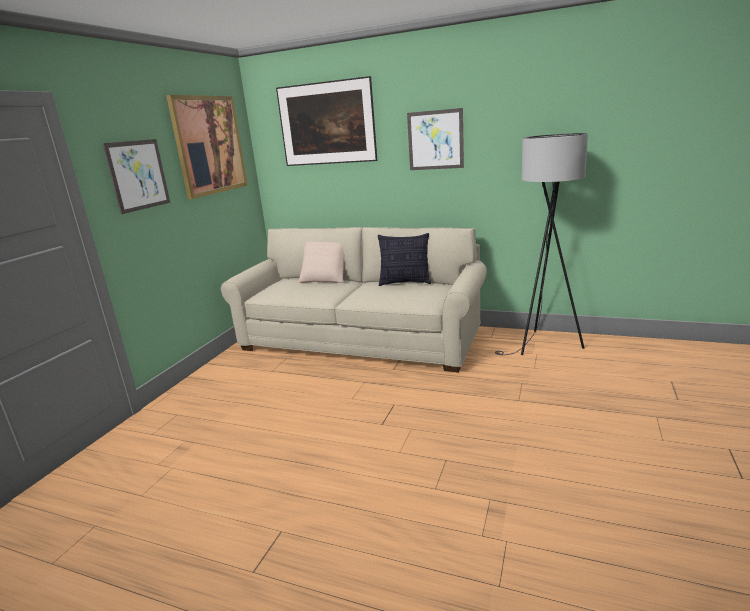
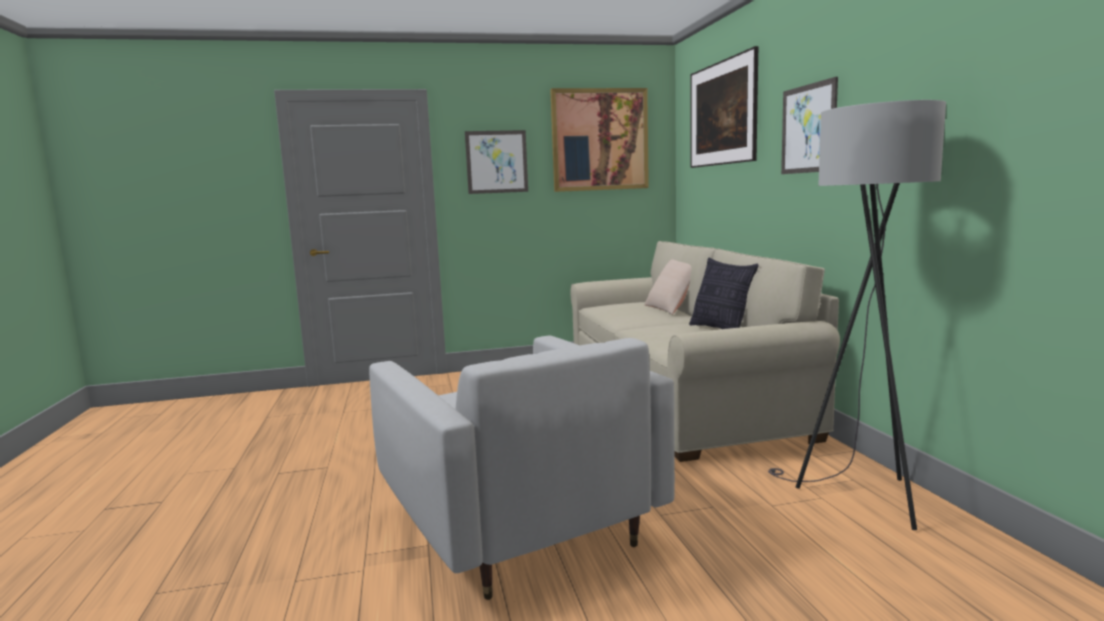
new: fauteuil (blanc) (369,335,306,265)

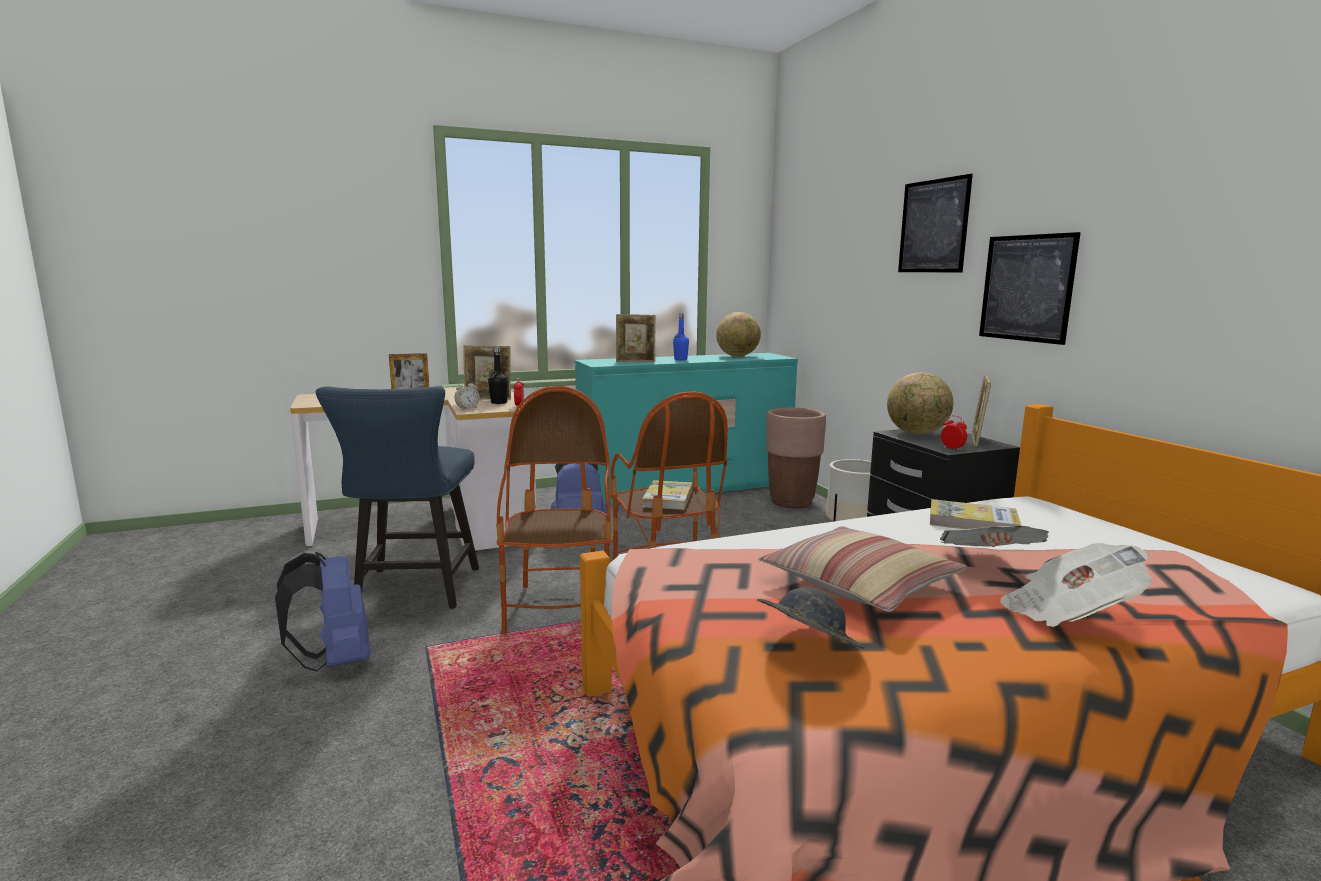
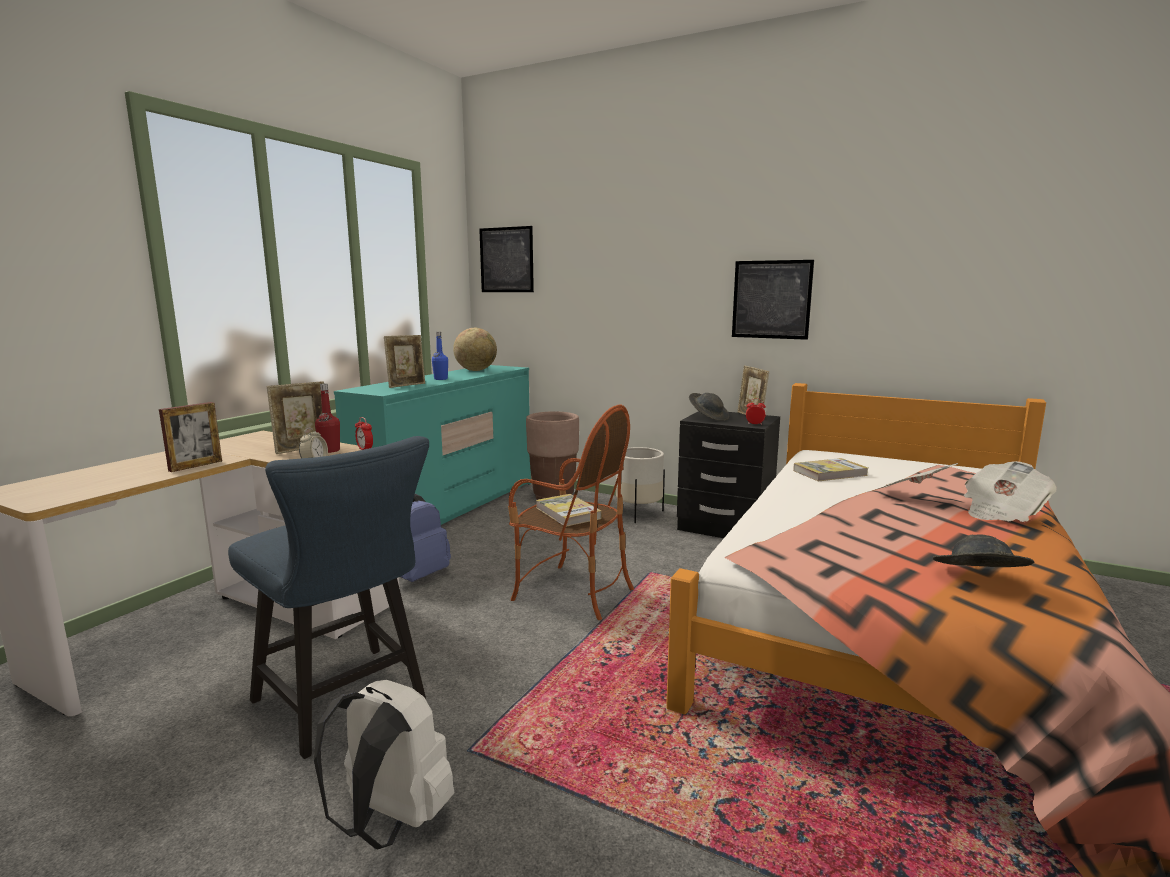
gone: fauteuil (496,386,117,249); coussin (758,526,210,86)
shifted: tableau (898,174,75,98) to (479,226,55,66)
swapped: globe (887,372,66,63) to chapeau (gris) (689,393,40,28)
repainted: sac à dos (bleu) (275,552,95,120) to sac à dos (blanc) (314,680,140,169); bouteille (noir) (488,347,20,57) to bouteille (rouge) (315,384,25,69)

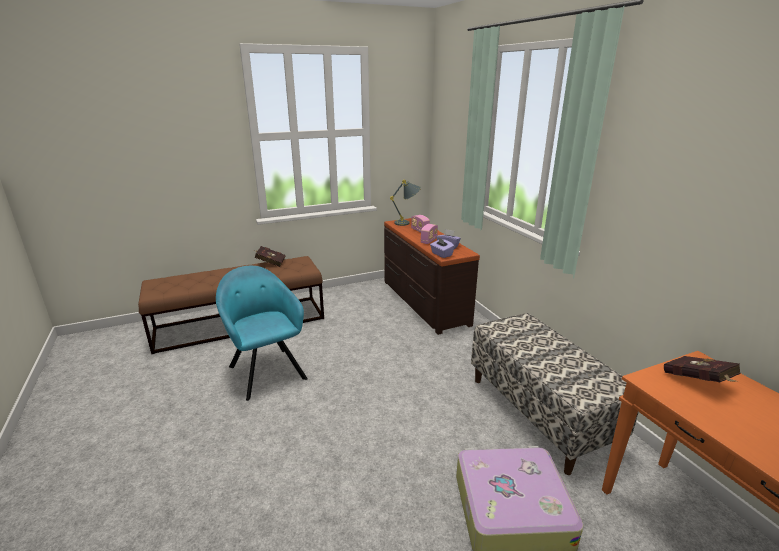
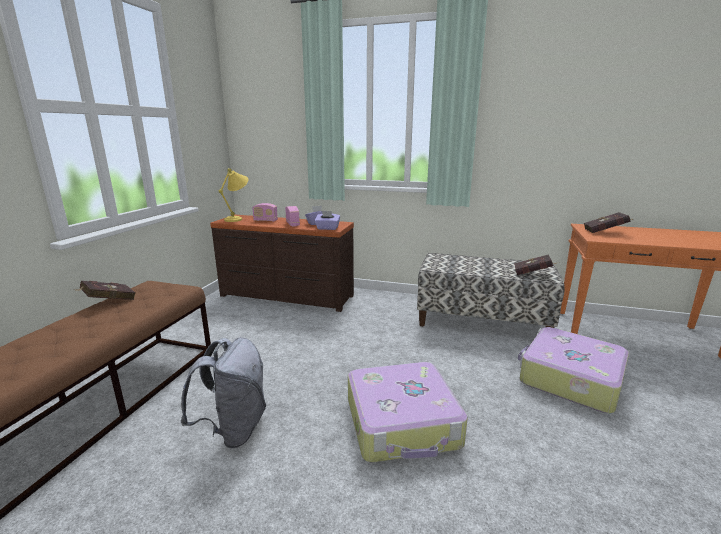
new: valise (348,362,120,101); livre (rouge) (514,254,43,21)
swapped: fauteuil (turquoise) (216,266,92,135) to sac à dos (gris) (181,337,85,111)
repainted: lampe de table (gris) (390,179,31,47) to lampe de table (jaune) (218,168,30,54)

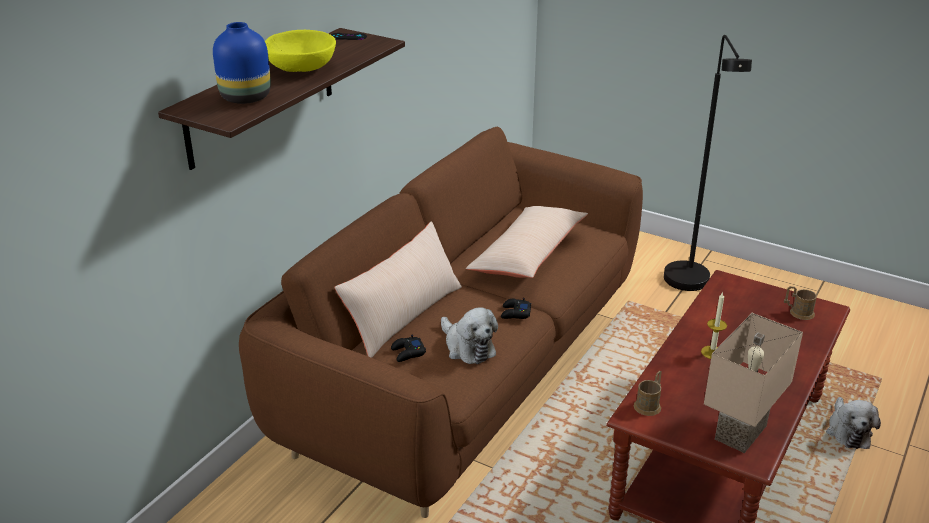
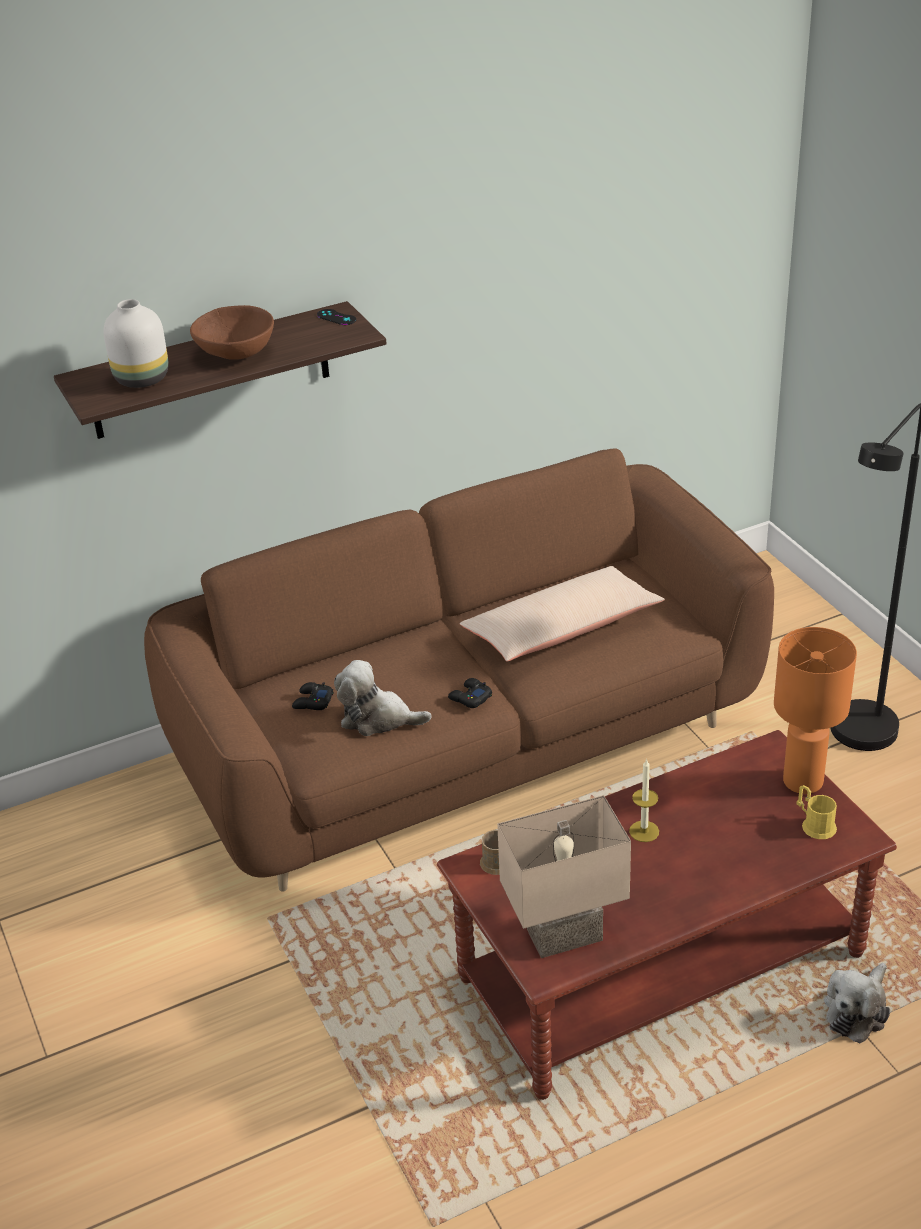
gone: coussin (beige) (334,221,128,137)
new: lampe de table (orange) (774,627,83,167)
repainted: vase (bleu) (213,22,58,82) to vase (blanc) (103,299,66,89); bol (jaune) (265,30,71,42) to bol (marron) (190,305,84,55); mug (marron) (784,286,33,34) to mug (jaune) (796,785,41,54)
rotated: peluche (441,307,57,57) = (334,660,98,76) 105 degrees clockwise

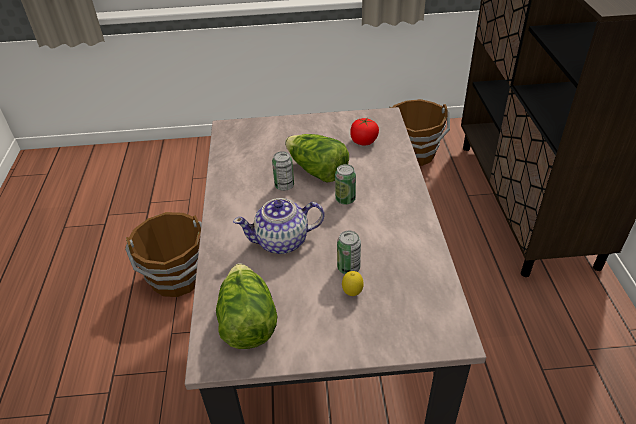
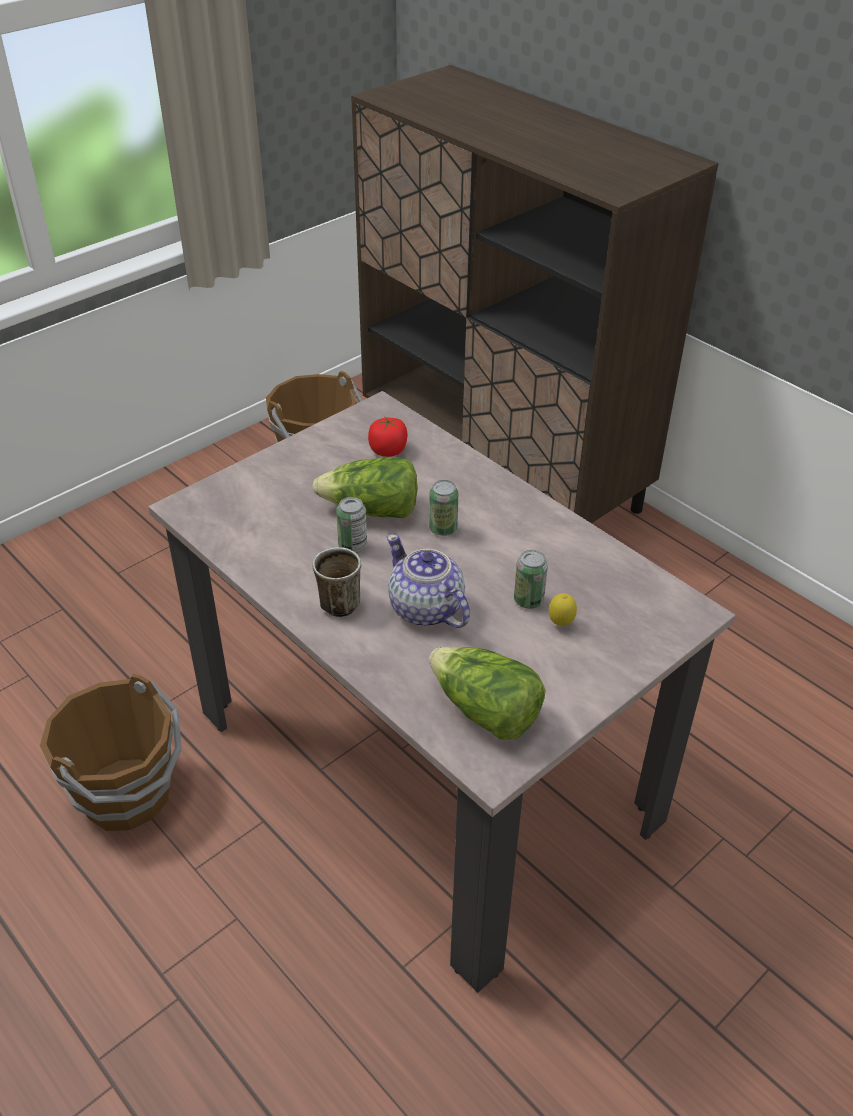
new: mug (313,547,48,70)
rotated: théière (233,198,91,56) = (387,534,83,94) 105 degrees clockwise

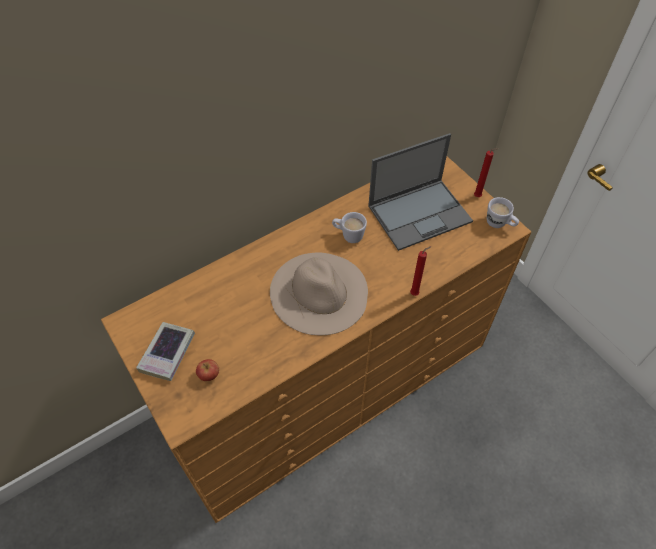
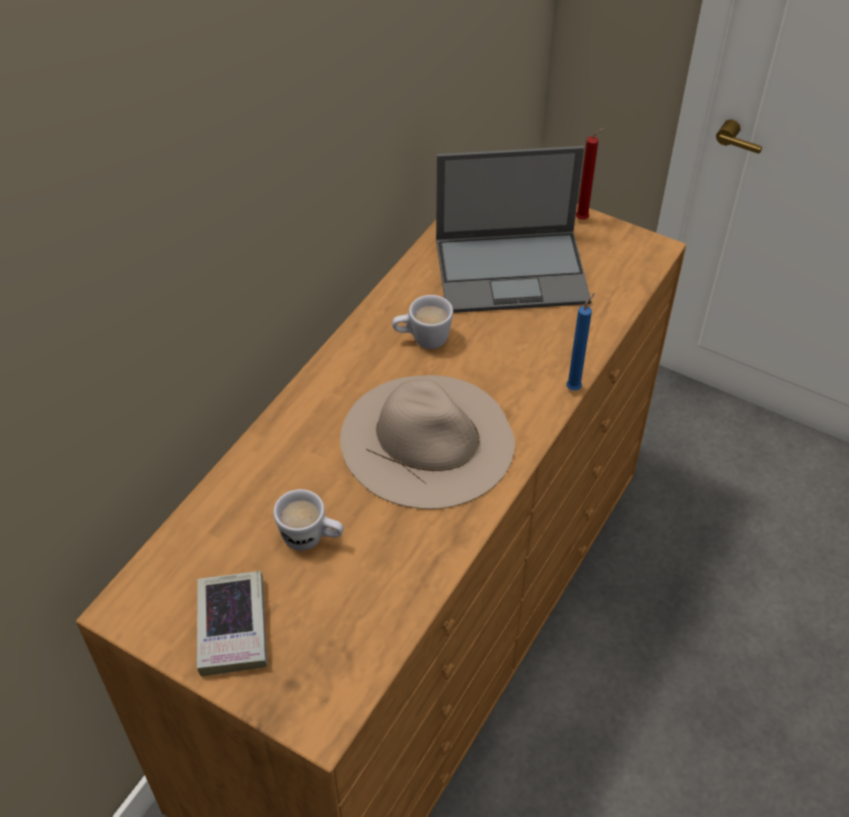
gone: pomme (196,359,23,22)
shifted: mug (blanc) (487,197,32,31) to (273,489,71,62)
repainted: bougie (rouge) (410,246,21,50) to bougie (bleu) (566,293,29,98)
rotated: ordinateur portable (368,133,105,118) = (436,146,155,167) 45 degrees clockwise

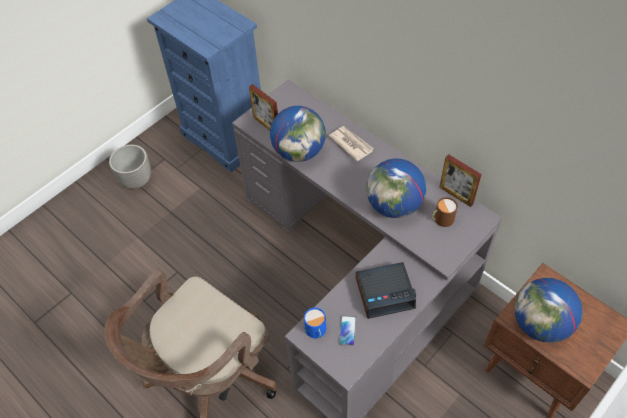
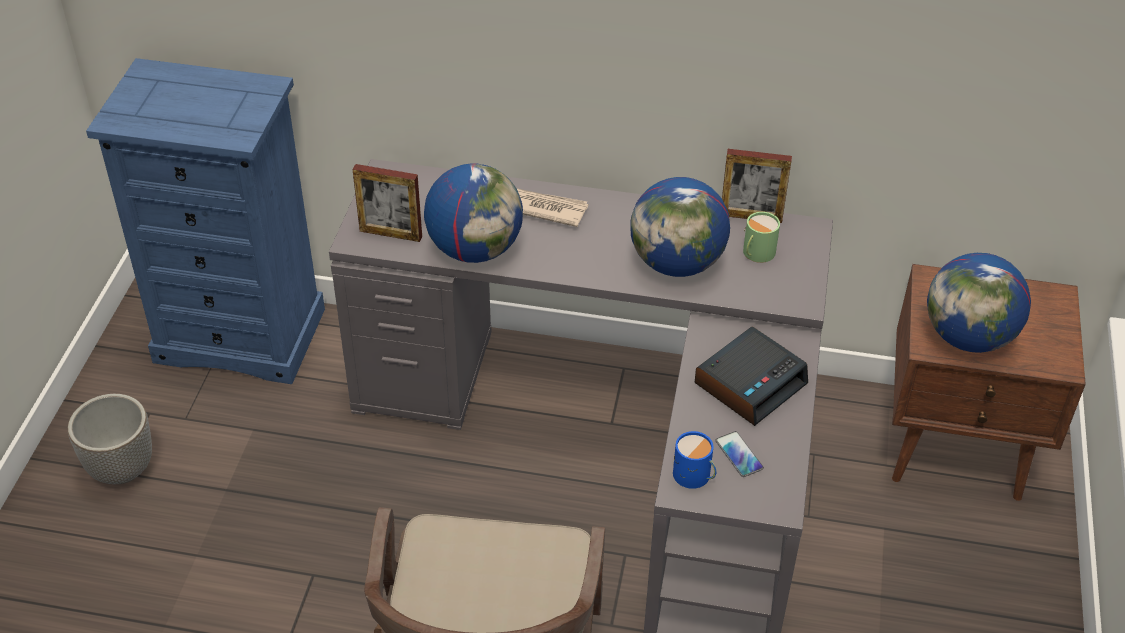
repainted: mug (marron) (432,197,26,30) to mug (vert) (743,212,37,51)

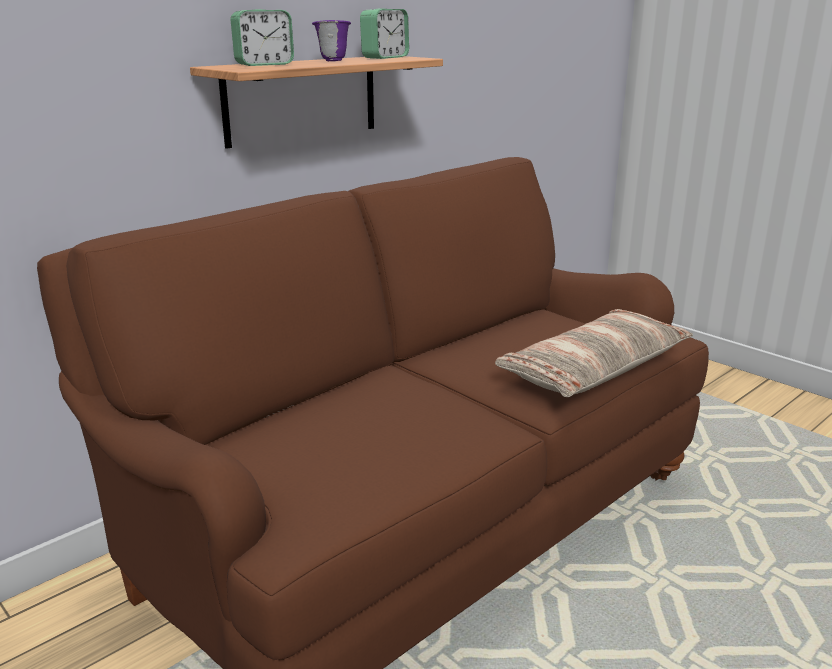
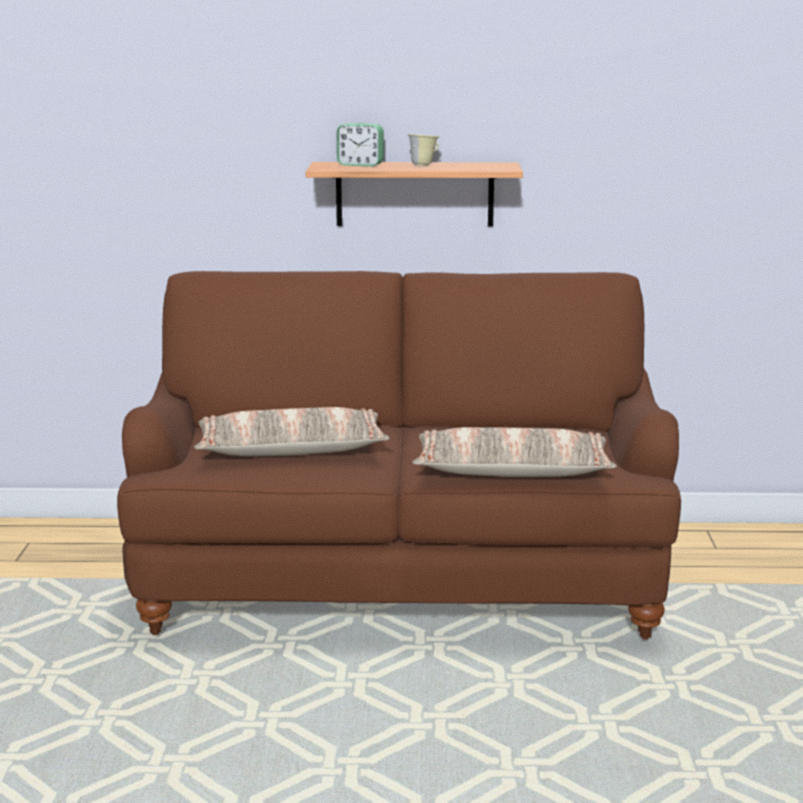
gone: réveil (360,8,49,51)
new: coussin (194,407,196,49)
repainted: mug (violet) (312,20,39,41) to mug (beige) (407,134,32,32)

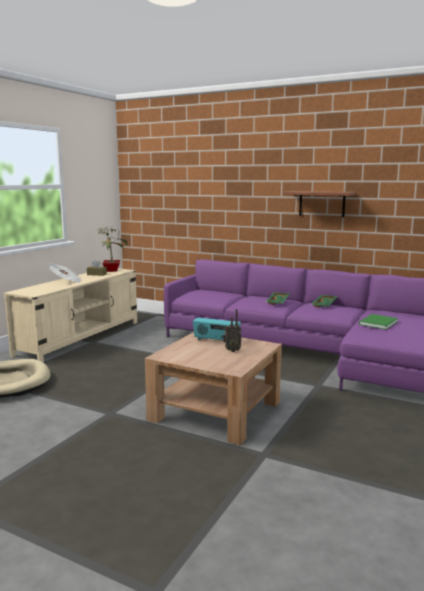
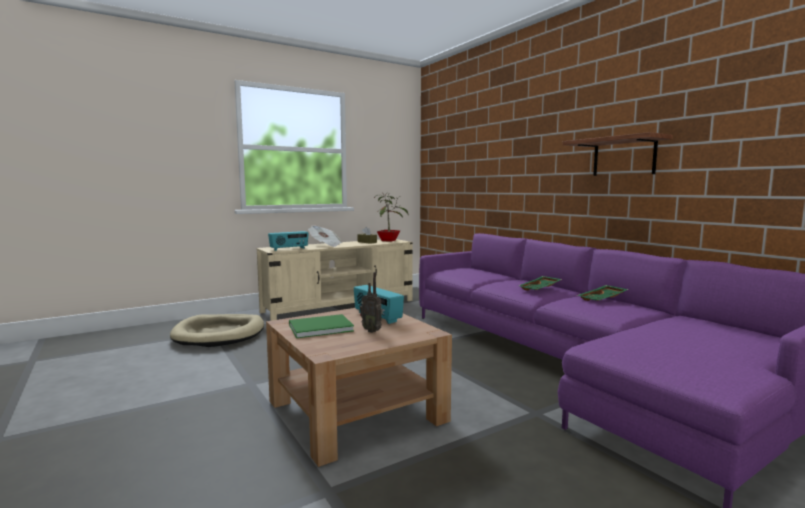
new: radio (268,231,41,20)
shifted: livre (vert) (359,314,39,15) to (289,314,65,24)

